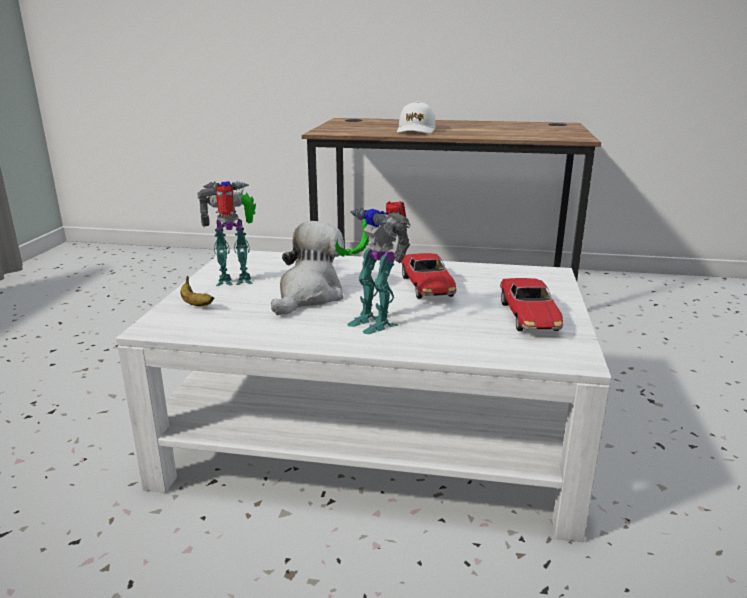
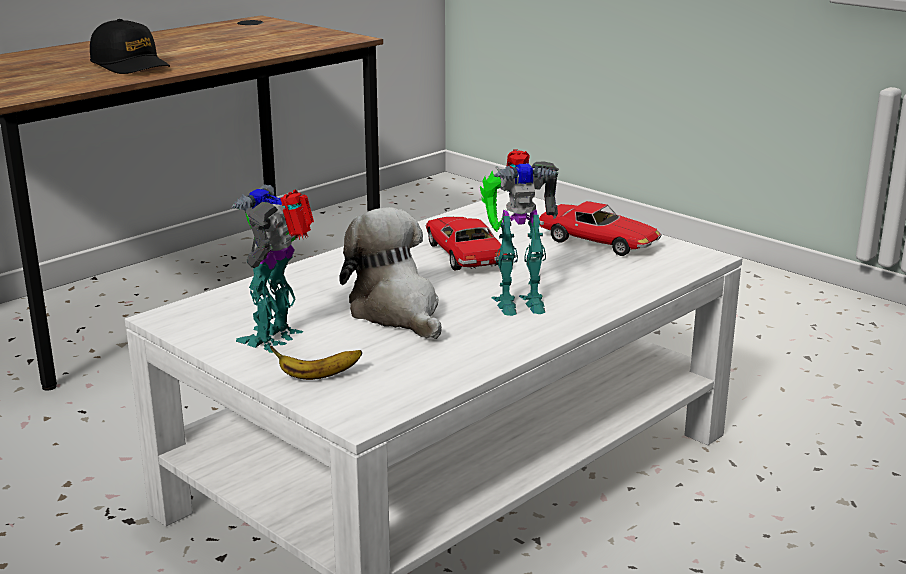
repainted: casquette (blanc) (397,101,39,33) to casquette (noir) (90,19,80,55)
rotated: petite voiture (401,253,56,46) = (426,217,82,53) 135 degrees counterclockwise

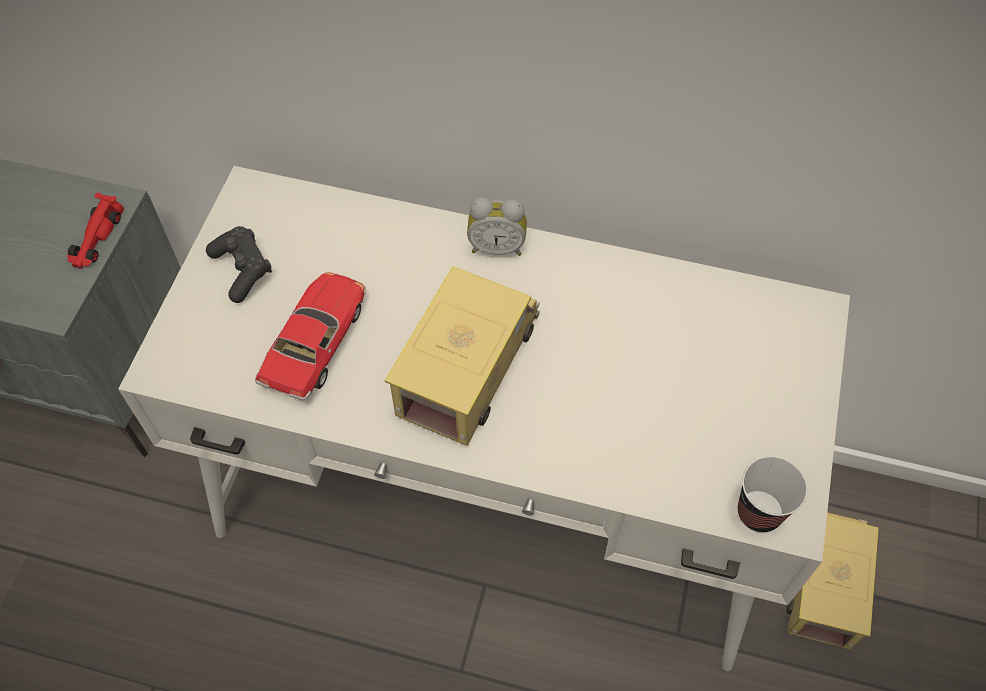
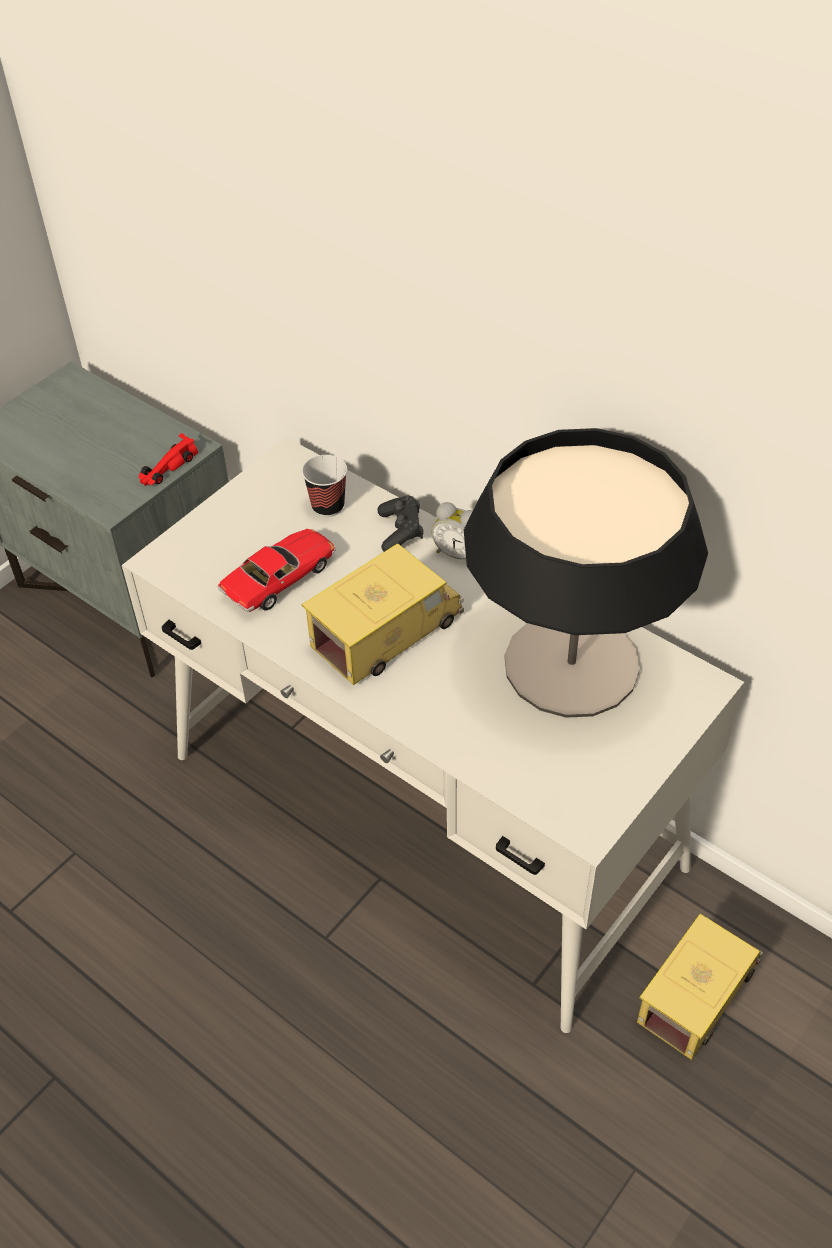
new: lampe de table (464,428,244,290)
shifted: manette (noir) (206,226,66,77) to (378,496,45,56); tasse (738,456,69,76) to (302,455,45,62)

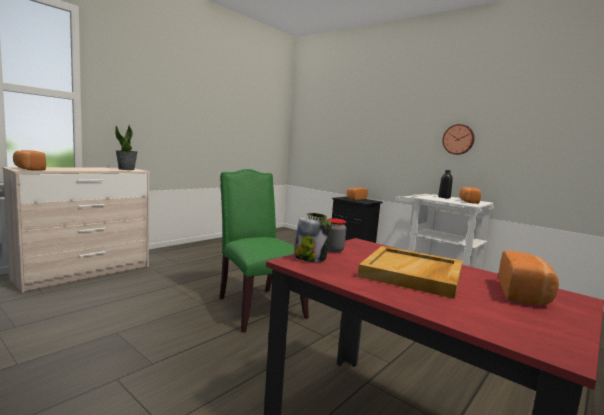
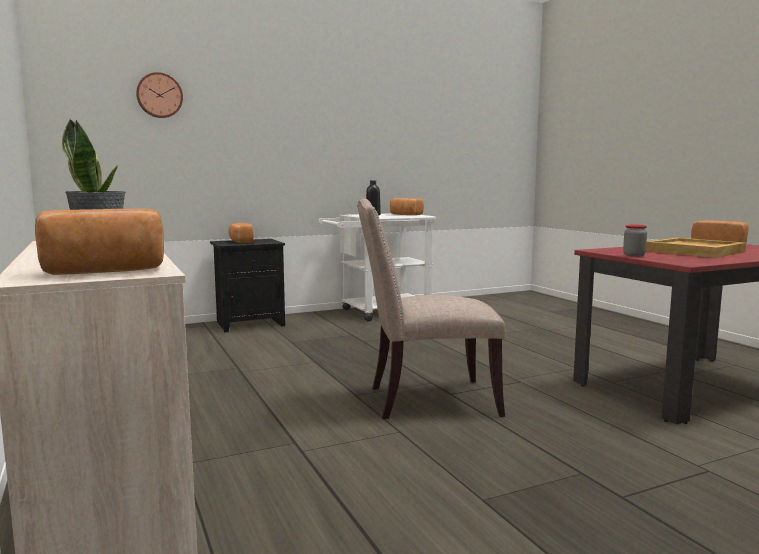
gone: bocal (293,213,39,49)
shifted: horloge murale (442,124,33,31) to (136,72,47,46)
repainted: chaise (vert) (219,169,90,164) to chaise (beige) (357,198,148,221)

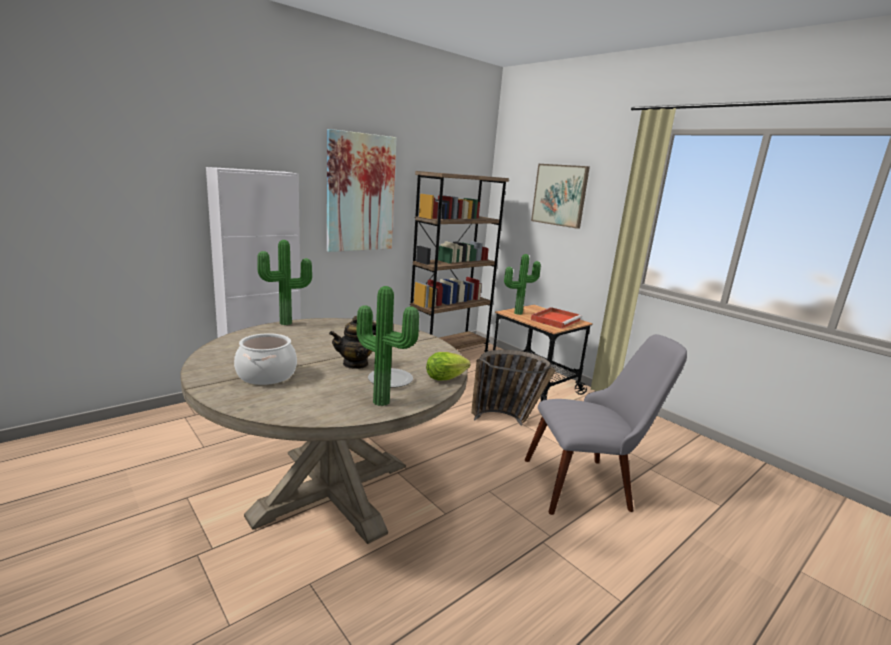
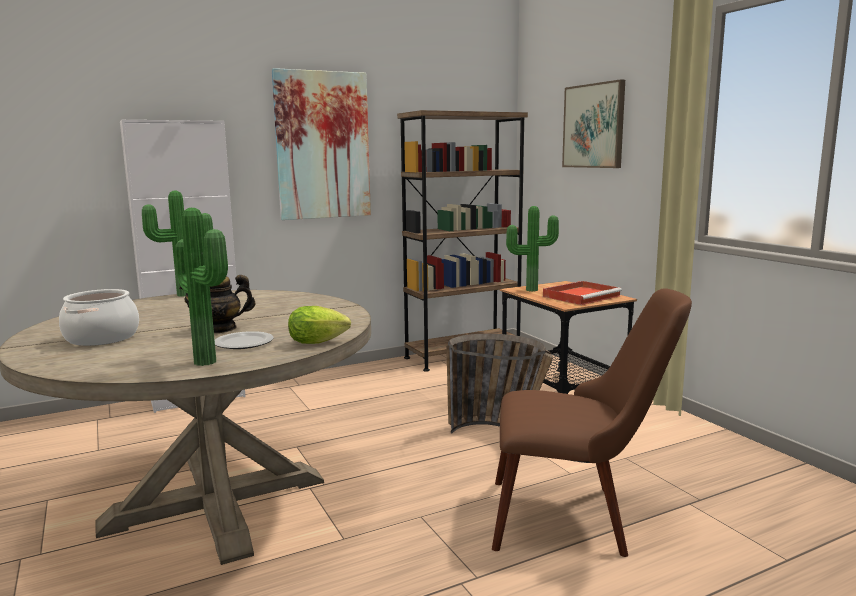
repainted: chaise (gris) (525,334,162,181) to chaise (marron) (492,288,200,269)

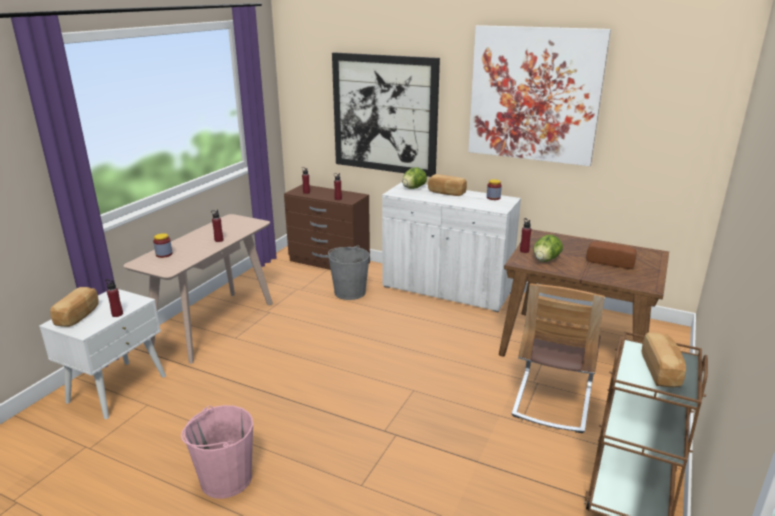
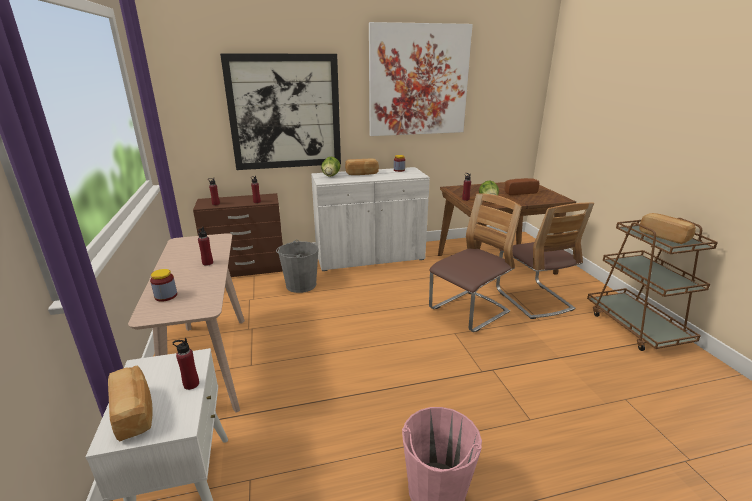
new: chaise (429,193,93,139)

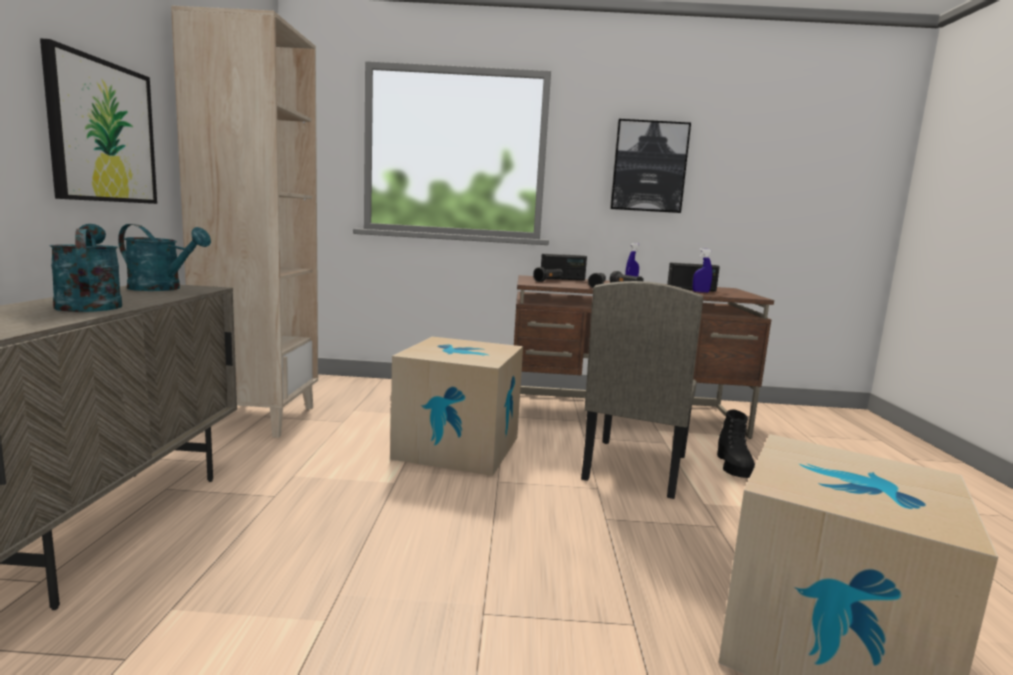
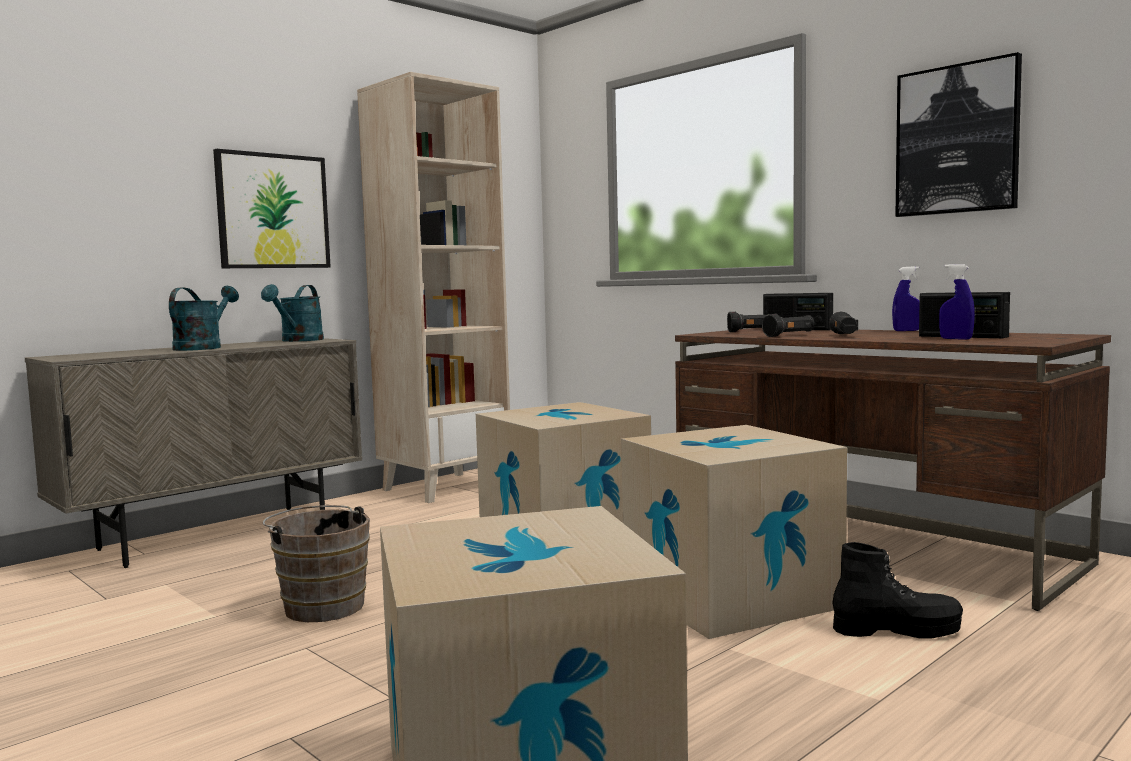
new: seau (marron) (263,505,107,117)
swapped: chaise (beige) (581,281,122,218) to carton (621,425,226,214)
rotated: arrosoir (turquoise) (118,224,93,67) = (261,284,63,58) 45 degrees clockwise; botte (noir) (717,409,38,69) = (833,542,130,97) 135 degrees counterclockwise

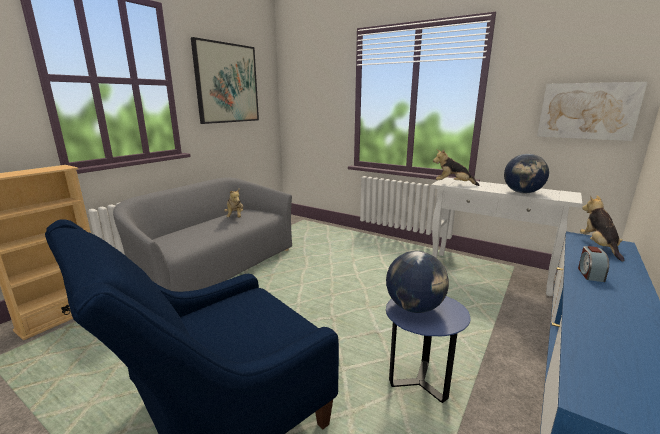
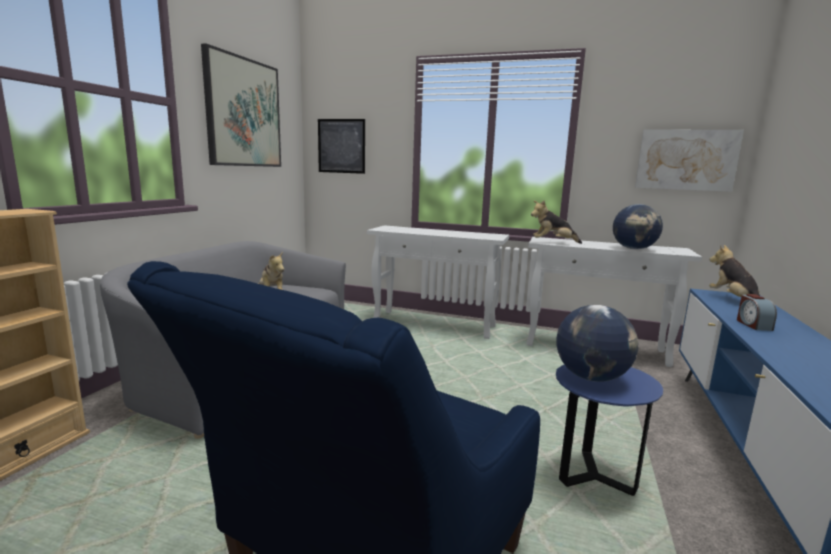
new: tableau (318,119,47,55); table console (blanc) (367,225,142,114)

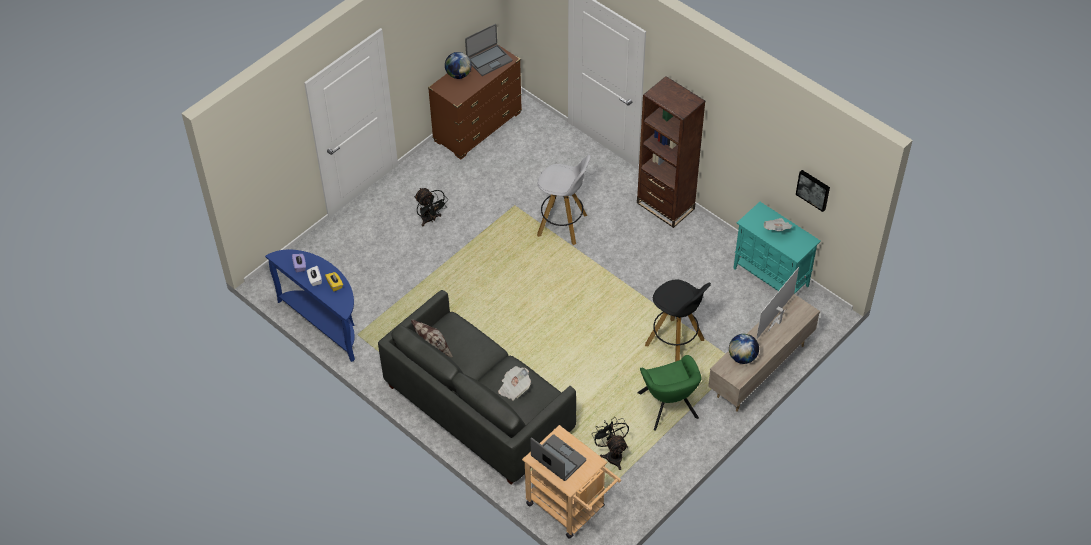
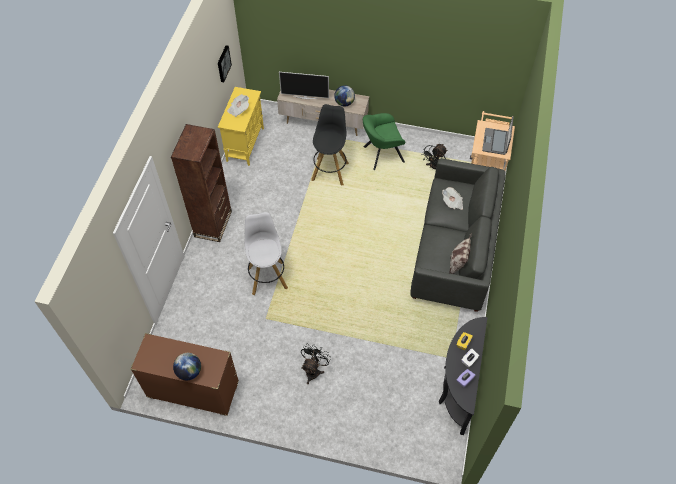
gone: ordinateur portable (465,24,47,52)
repainted: table console (bleu) (265,250,90,112) to table console (noir) (439,317,49,118); meuble de rangement (turquoise) (733,202,88,92) to meuble de rangement (jaune) (218,87,46,79)
rotated: fauteuil (vert) (637,355,65,76) = (363,113,42,57) 150 degrees counterclockwise

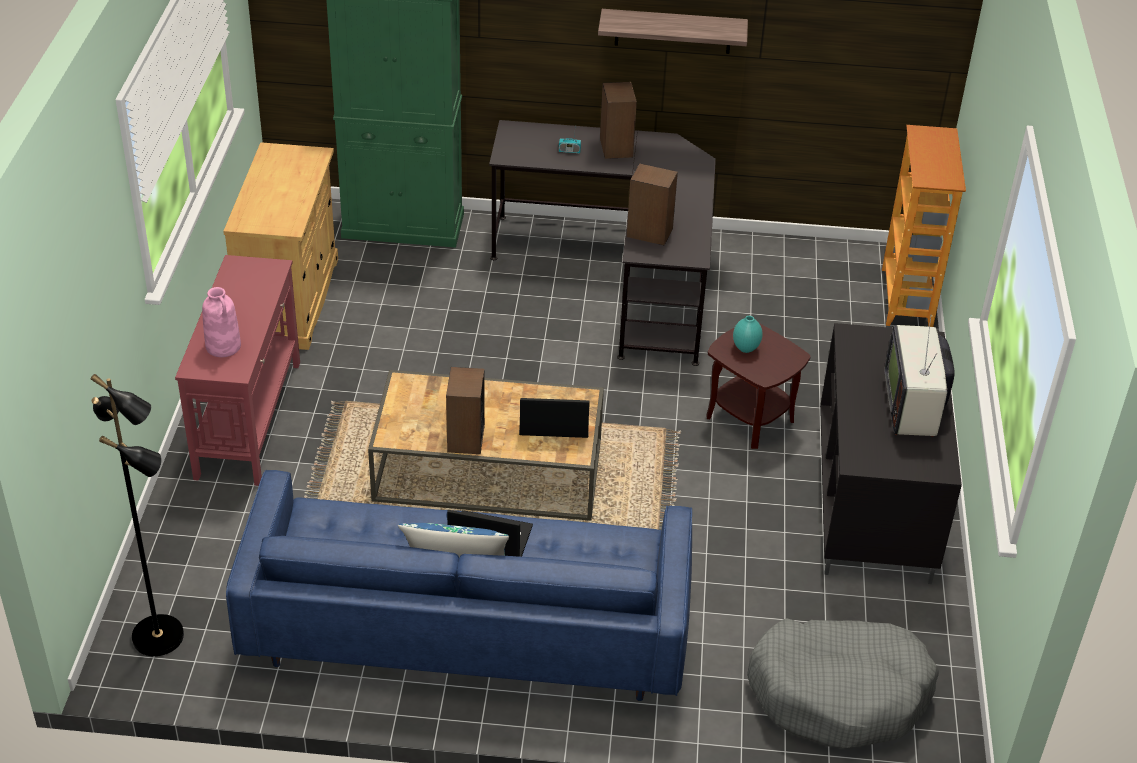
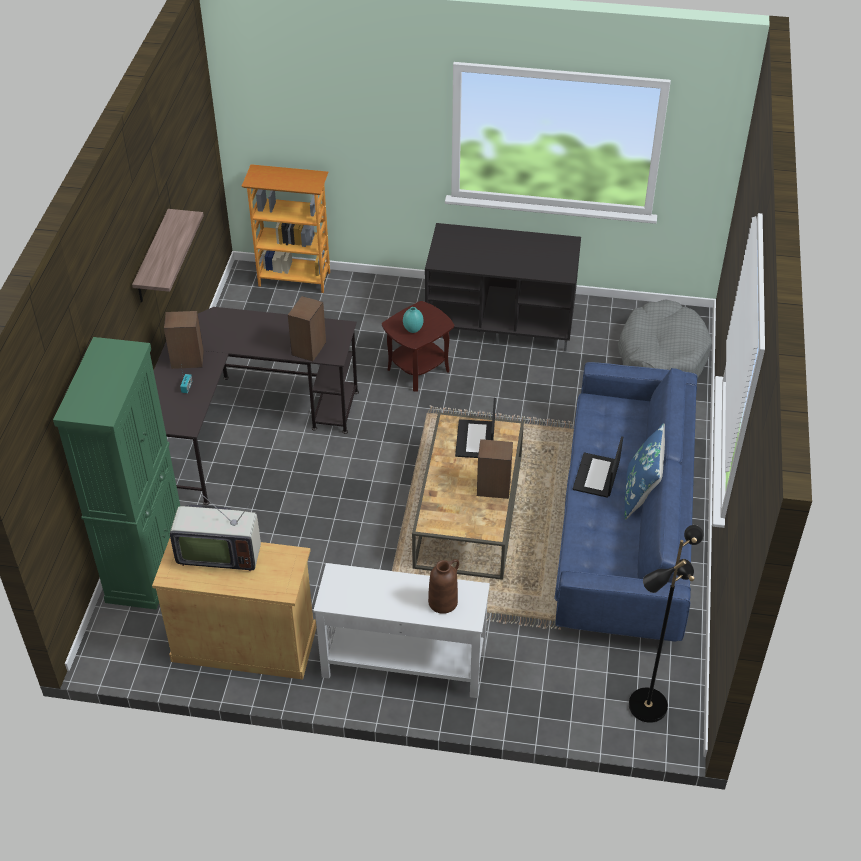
shifted: téléviseur (884,316,71,121) to (170,494,91,77)
repainted: table console (rouge) (175,255,125,231) to table console (blanc) (313,563,177,135); vase (rose) (202,287,39,70) to vase (marron) (428,559,31,55)

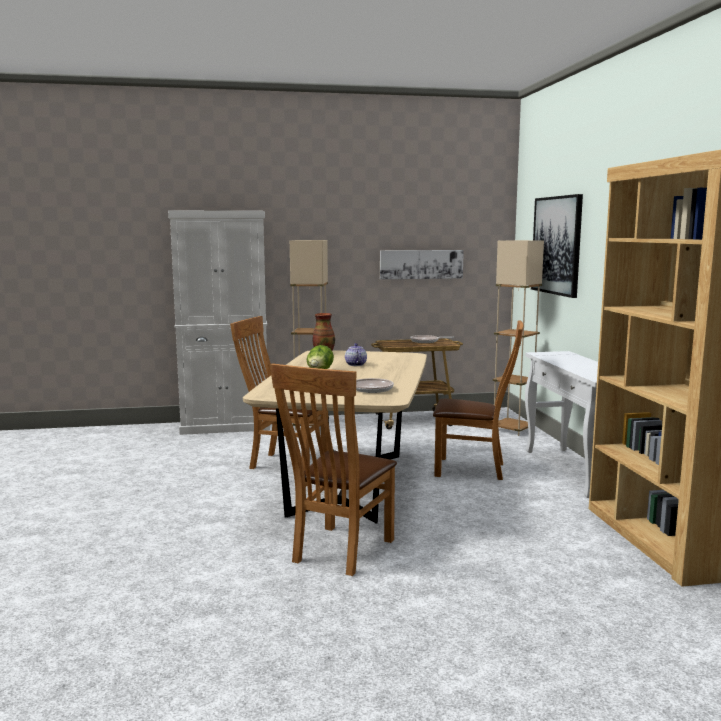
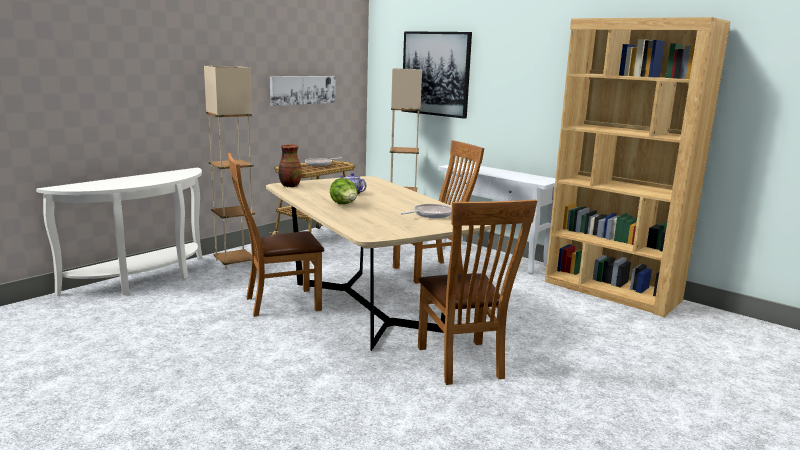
swapped: meuble de rangement (blanc) (168,210,102,225) to table console (blanc) (36,167,167,129)

